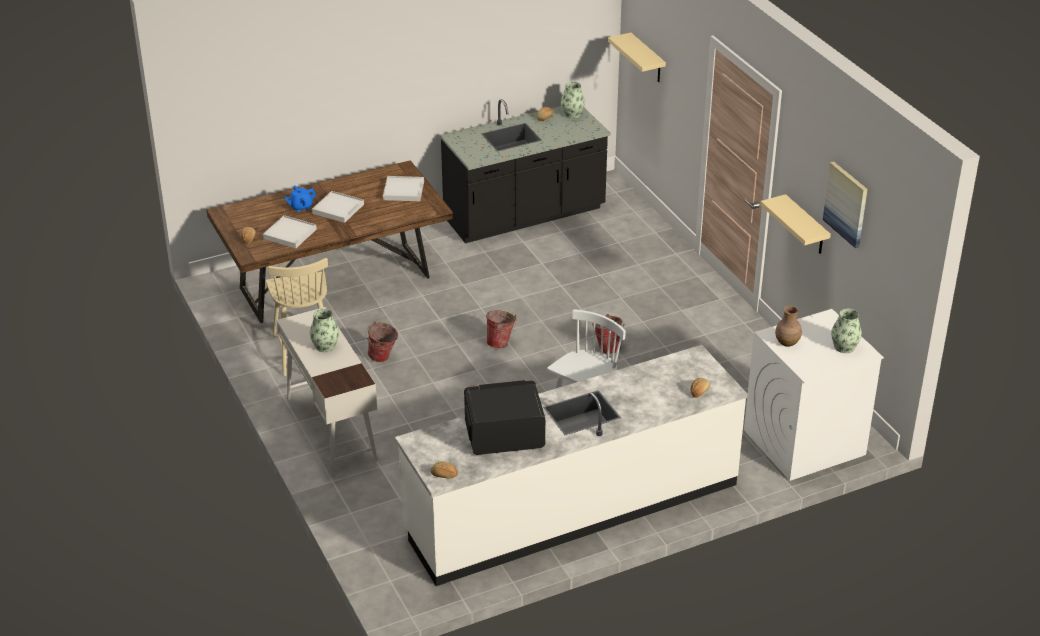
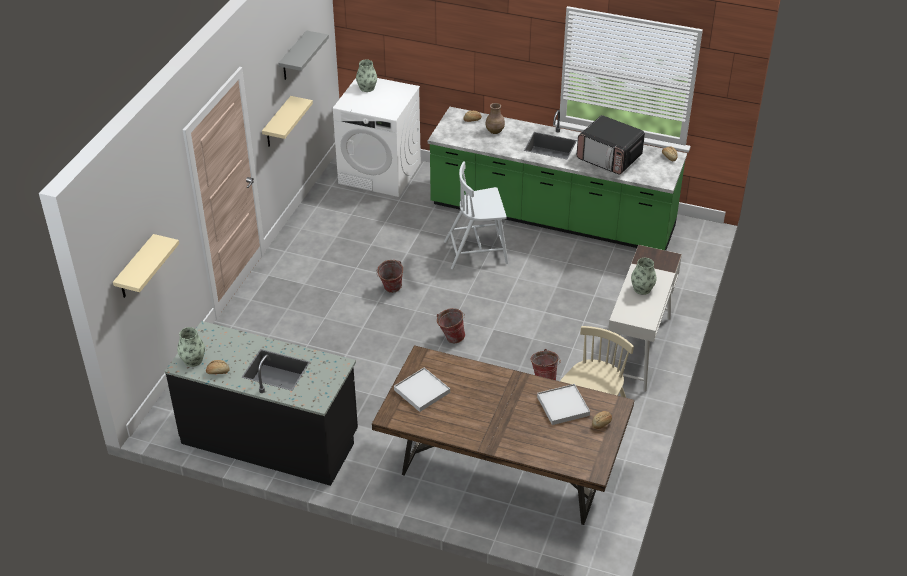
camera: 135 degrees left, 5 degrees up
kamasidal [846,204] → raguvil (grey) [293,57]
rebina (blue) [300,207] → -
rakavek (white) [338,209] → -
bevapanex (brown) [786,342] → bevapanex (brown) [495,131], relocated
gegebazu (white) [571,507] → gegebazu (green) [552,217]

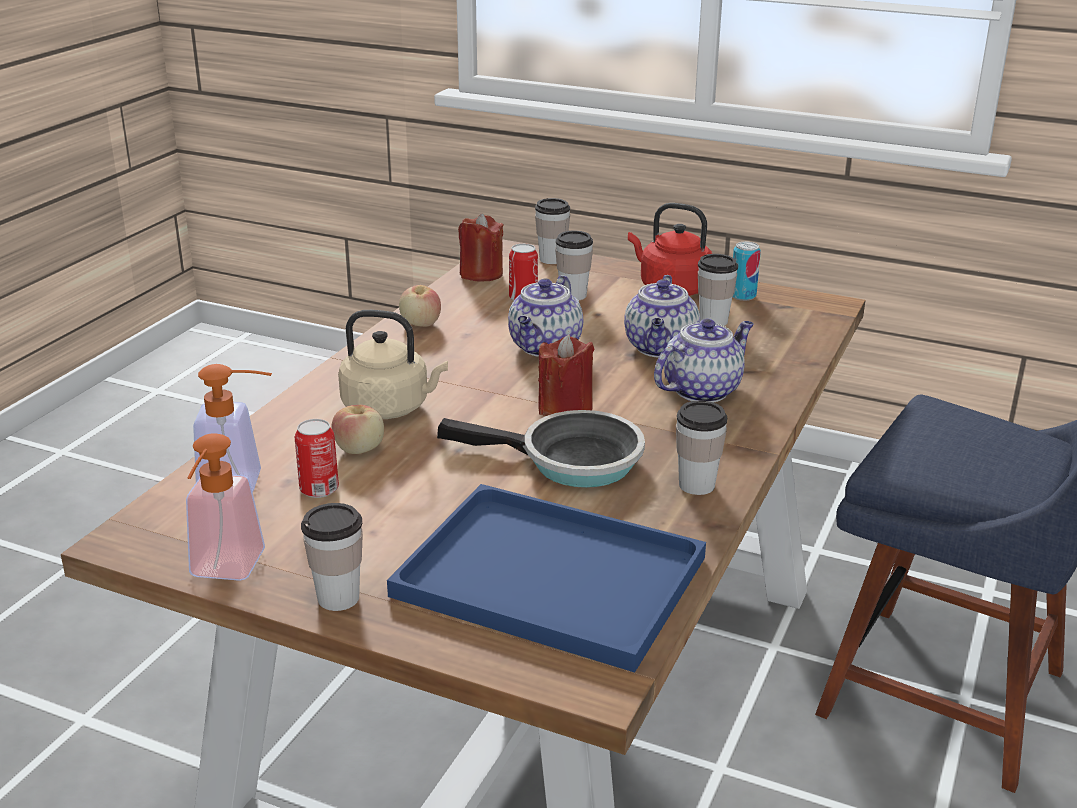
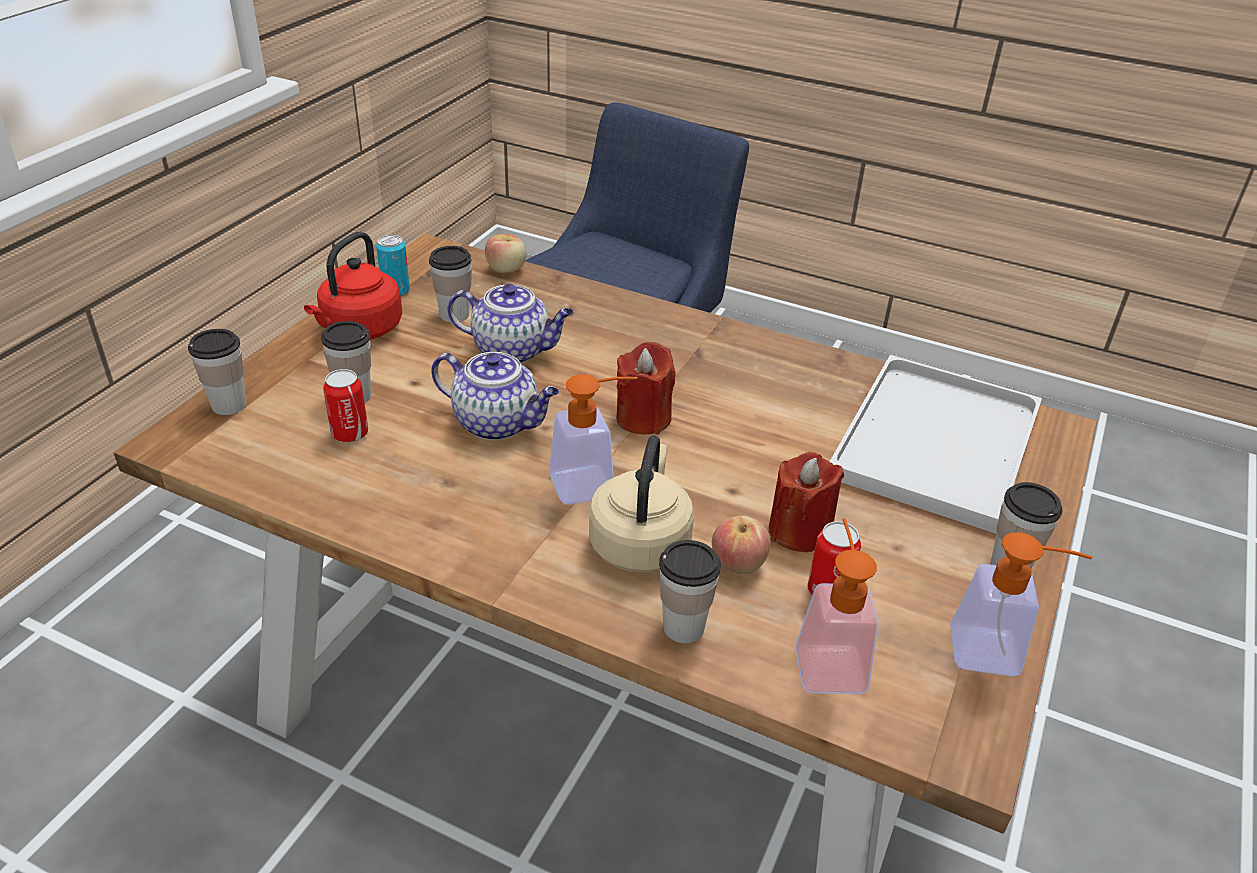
camera: 90 degrees left, 10 degrees up
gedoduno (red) [481,274] → gedoduno (red) [799,531], relocated
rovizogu [420,324] → rovizogu [506,269], relocated
rebina [702,390] → -
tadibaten [696,485] → tadibaten [683,627], relocated
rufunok [571,461] → -
rakavek (blue) [543,577] → rakavek (white) [938,445]
- → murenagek [593,483]

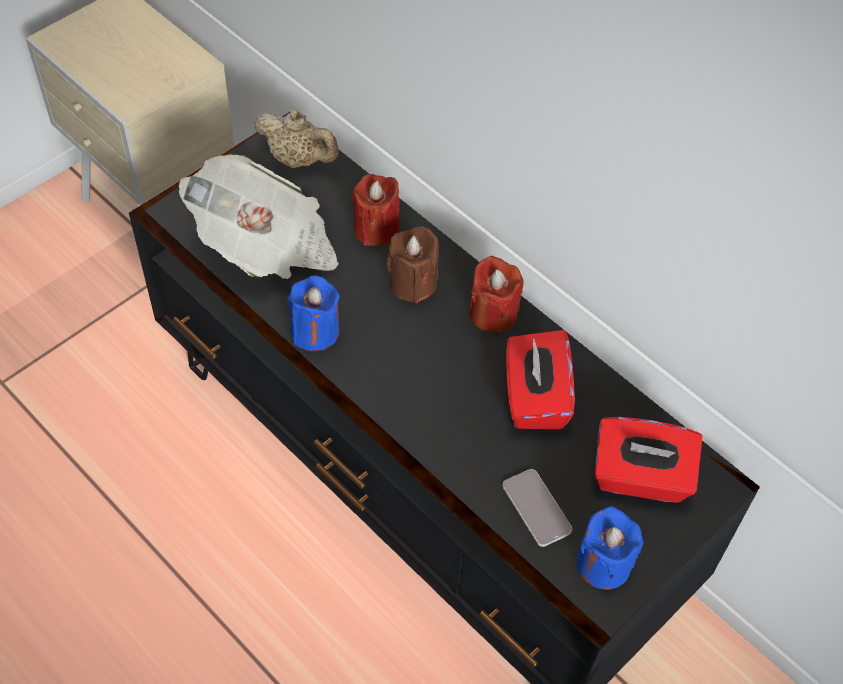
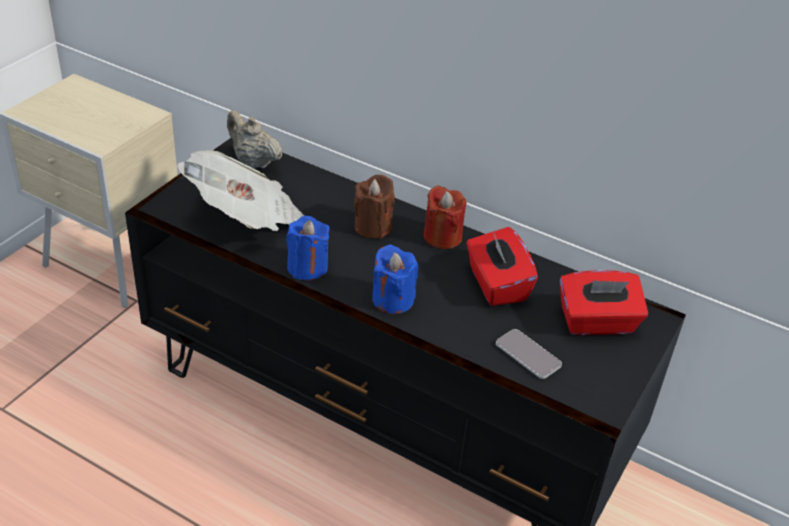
camera: 15 degrees left, 15 degrees down
rebina (beige) [298,159] → rebina (beige) [253,162], 150 degrees counterclockwise
gedoduno (red) [376,229] → -
gedoduno (blue) [603,564] → gedoduno (blue) [392,300], relocated

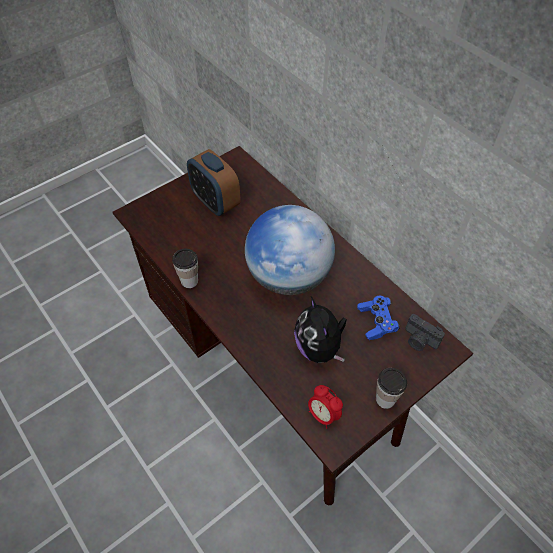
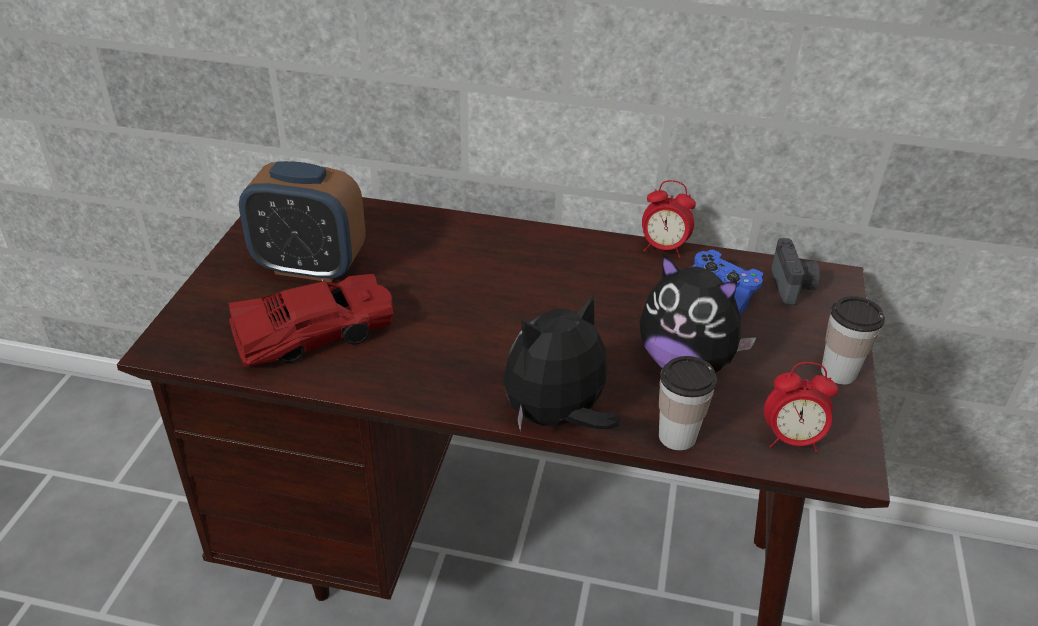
camera: 40 degrees left, 15 degrees down
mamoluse [289,276] → -
tadibaten [189,281] → tadibaten [677,436], relocated
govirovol [419,341] → govirovol [792,287], 90 degrees counterclockwise
- → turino [663,249]
- → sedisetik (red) [315,334]
- → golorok [556,418]

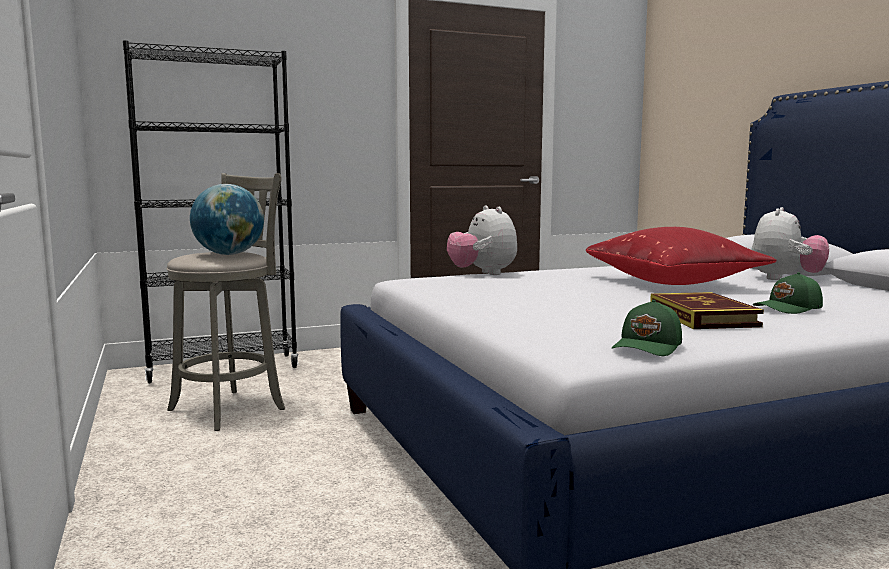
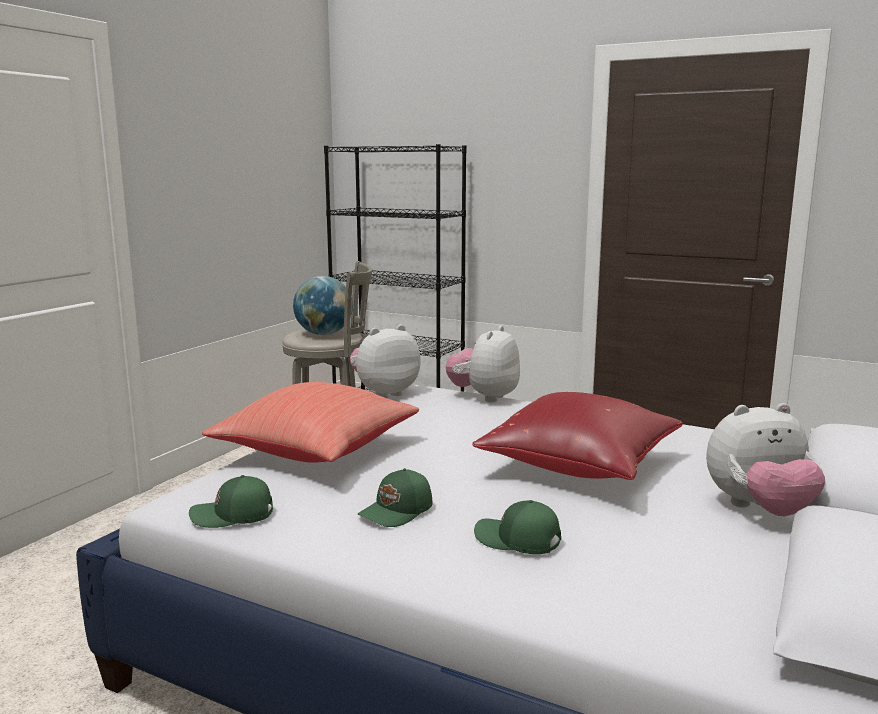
camera: 50 degrees right, 5 degrees up
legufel [702,317] → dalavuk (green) [397,511]
- → golorok [384,393]
- → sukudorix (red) [318,452]

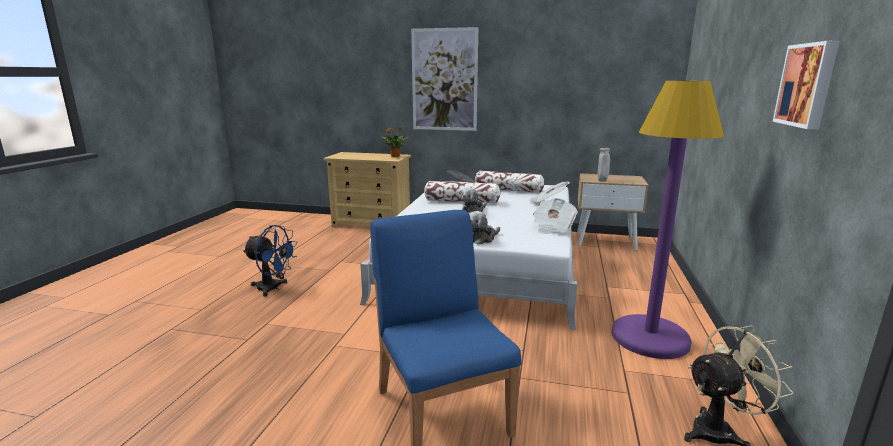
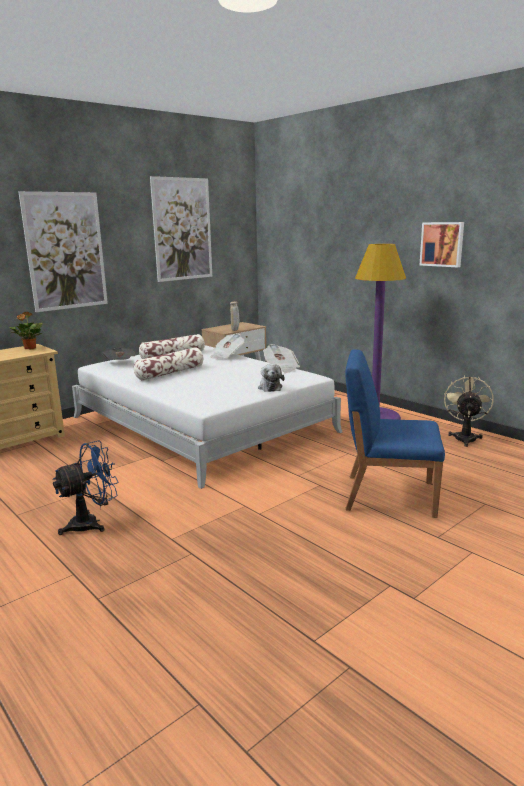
camera: 55 degrees left, 0 degrees up
golorok [473,211] → -
- → kamasidal [182,229]

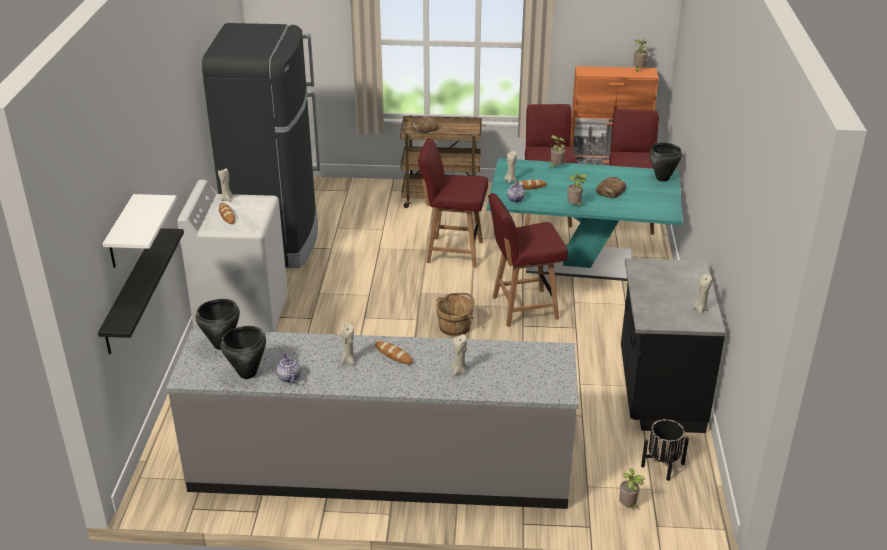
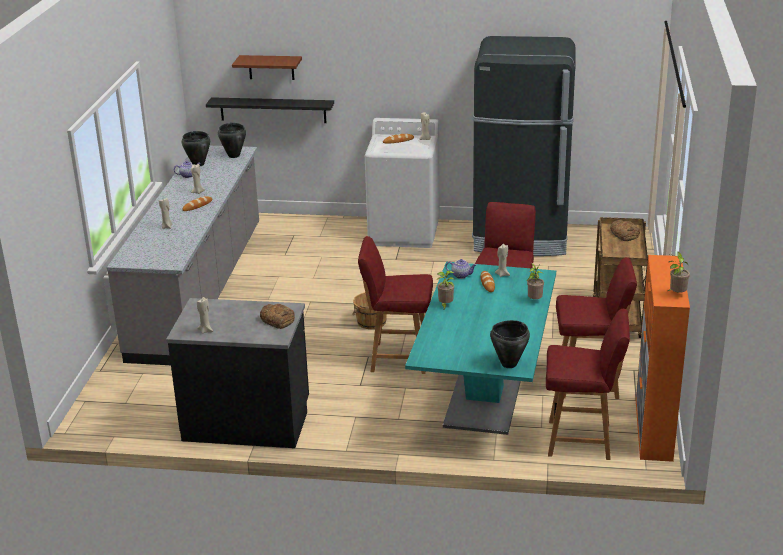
camera: 95 degrees right, 5 degrees down
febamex [611,191] → febamex [277,319], relocated
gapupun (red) [523,308] → gapupun (red) [398,358], 75 degrees counterclockwise
raguvil (white) [121,233] → raguvil (brown) [271,67]
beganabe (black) [662,464] → -
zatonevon [628,506] → -

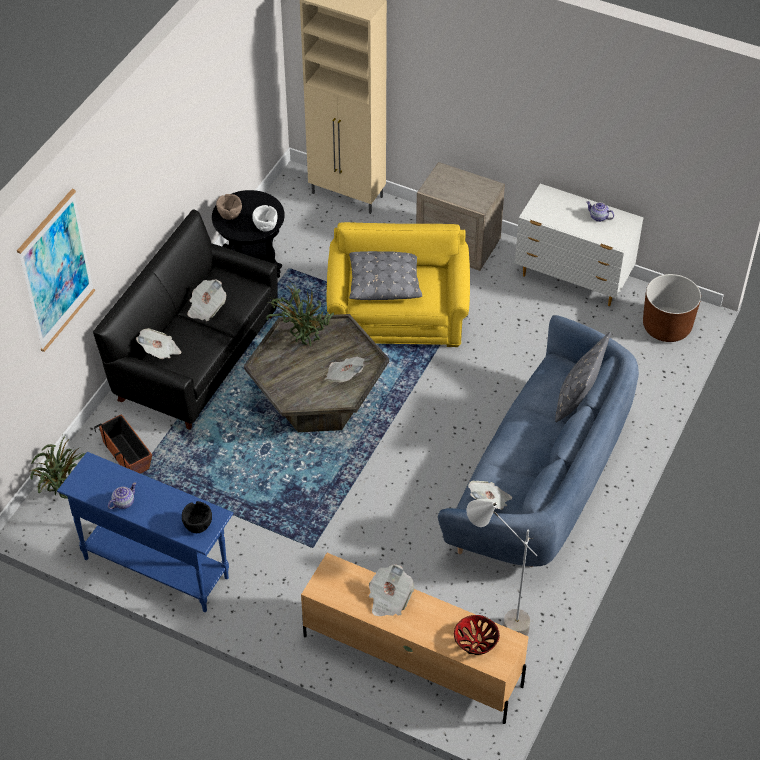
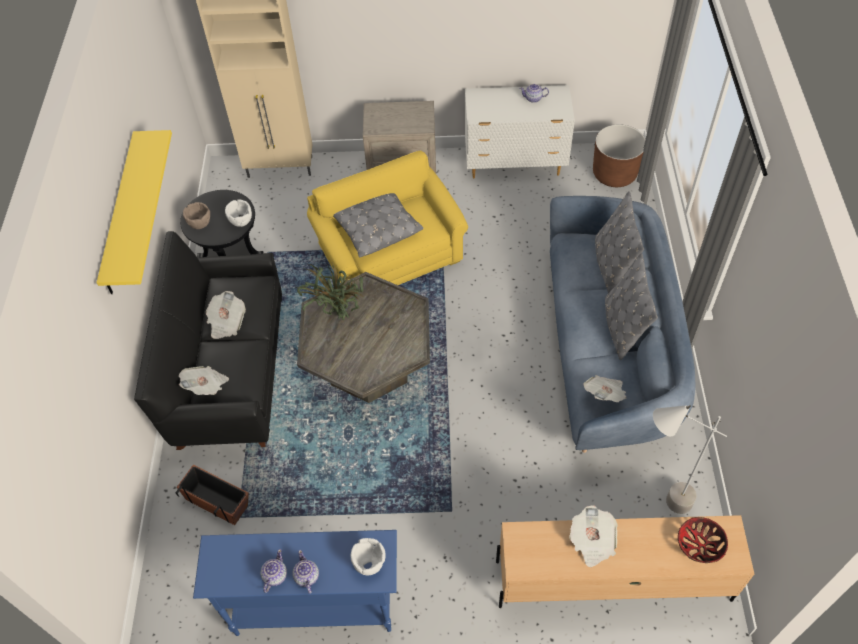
camera: 25 degrees left, 5 degrees up
kamasidal [56,271] → -
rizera [344,376] → -
zatonevon [63,496] → -
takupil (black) [198,525] → takupil (white) [369,563]
- → raguvil (yellow) [121,214]
- → sukudorix (grey) [622,327]
- → rebina [306,577]

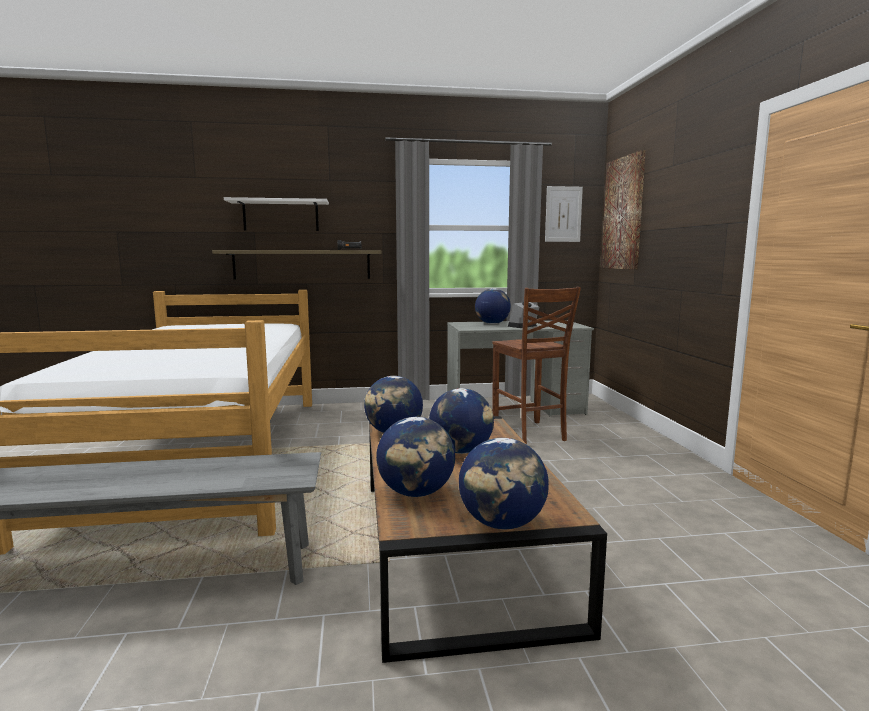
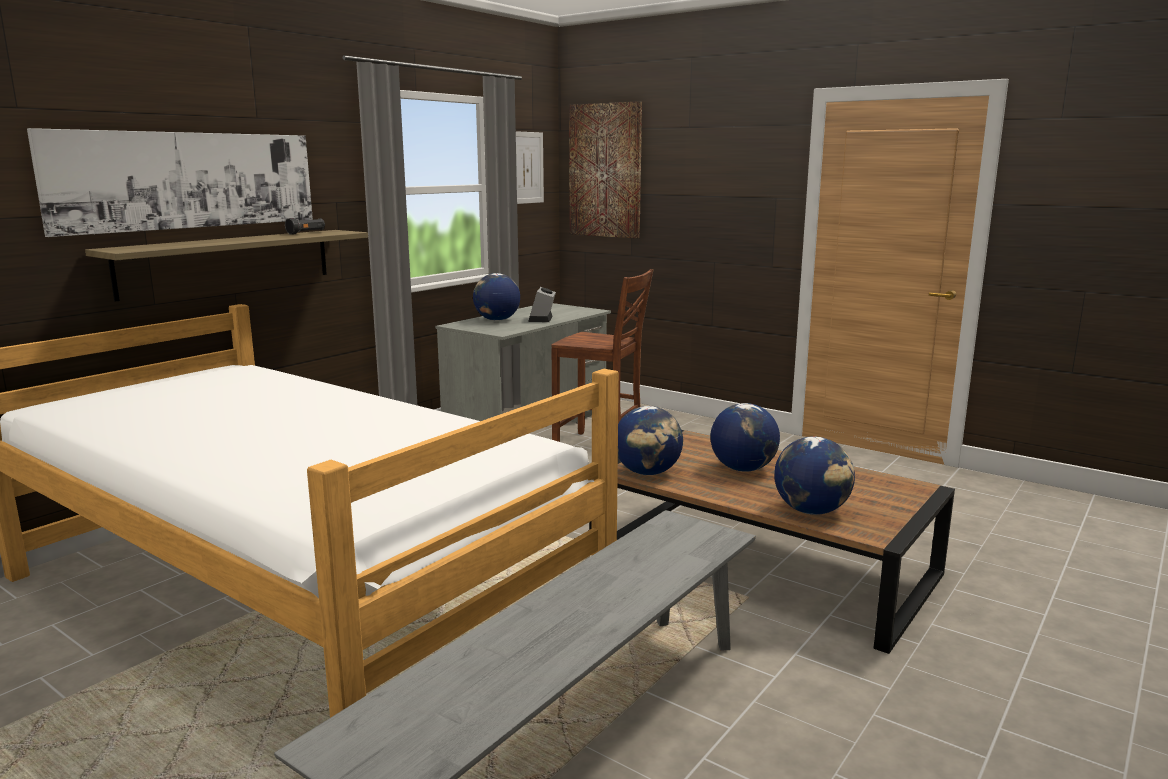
camera: 45 degrees left, 5 degrees up
raguvil (white) [281,216] → kamasidal [187,180]
mamoluse [502,524] → -

